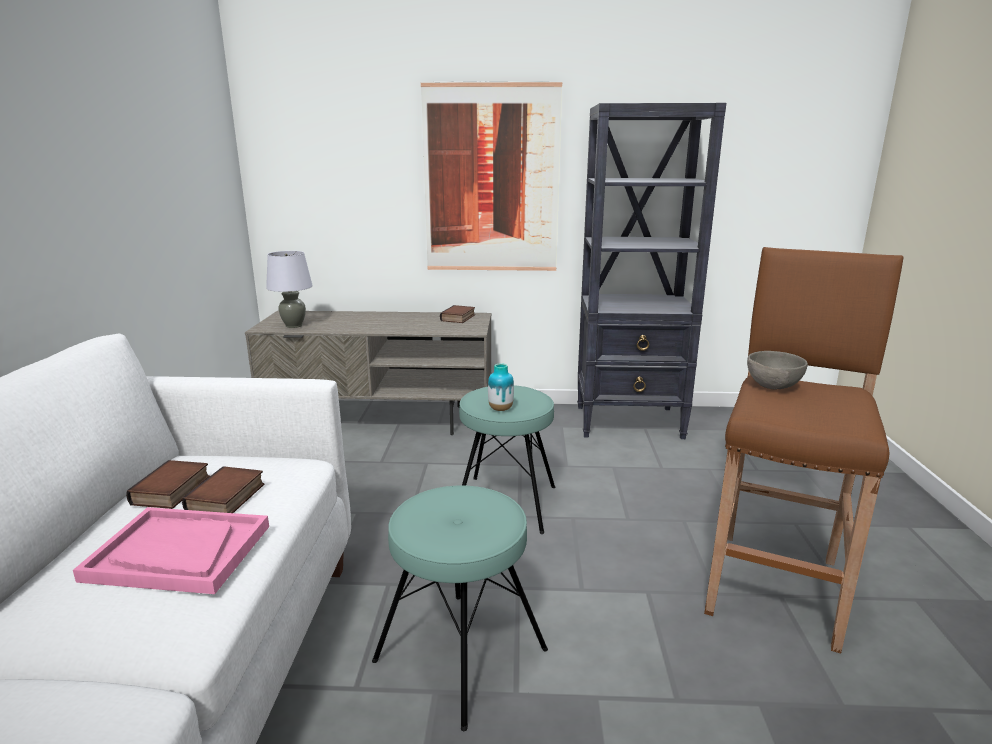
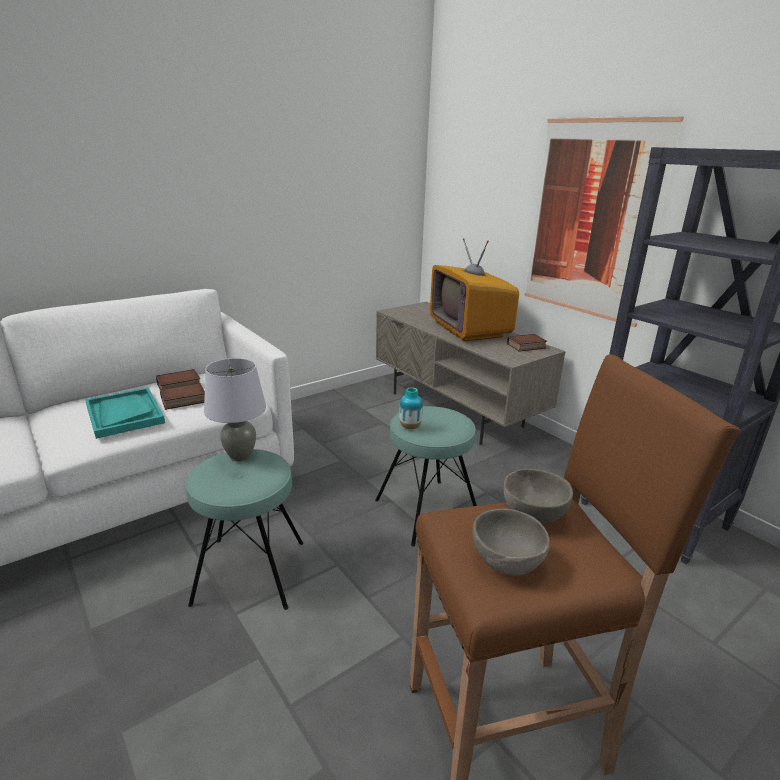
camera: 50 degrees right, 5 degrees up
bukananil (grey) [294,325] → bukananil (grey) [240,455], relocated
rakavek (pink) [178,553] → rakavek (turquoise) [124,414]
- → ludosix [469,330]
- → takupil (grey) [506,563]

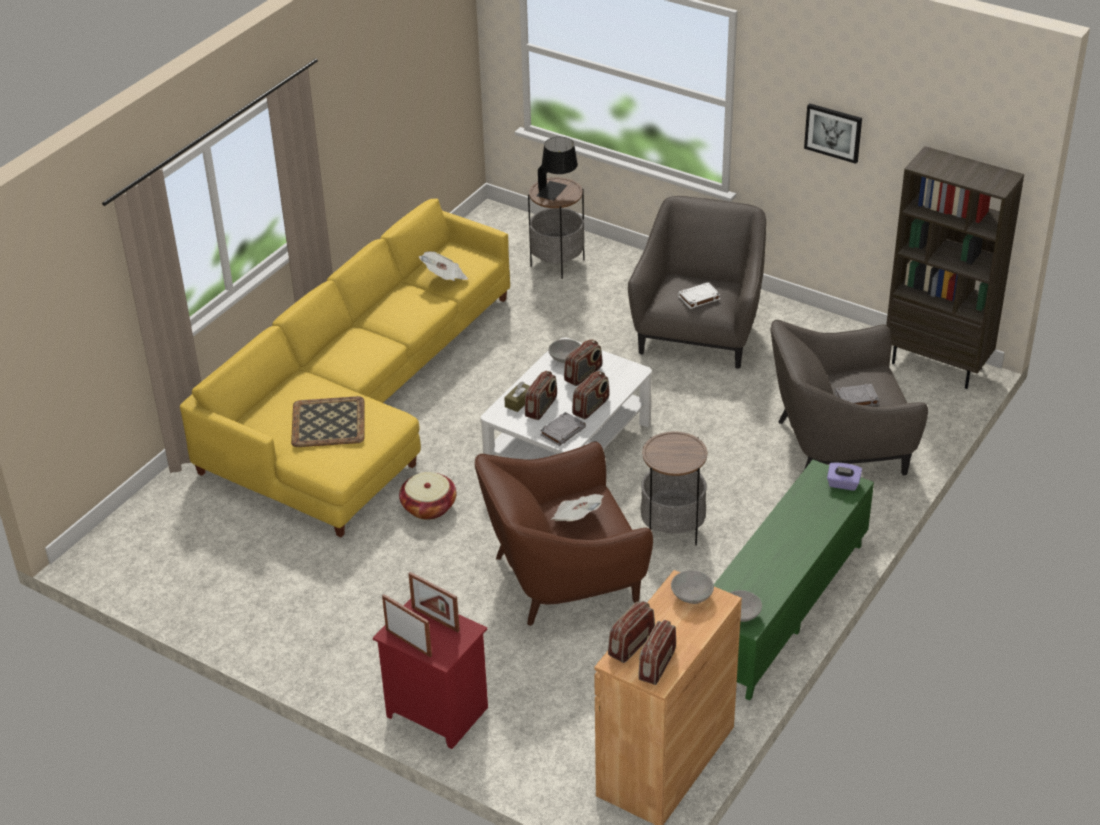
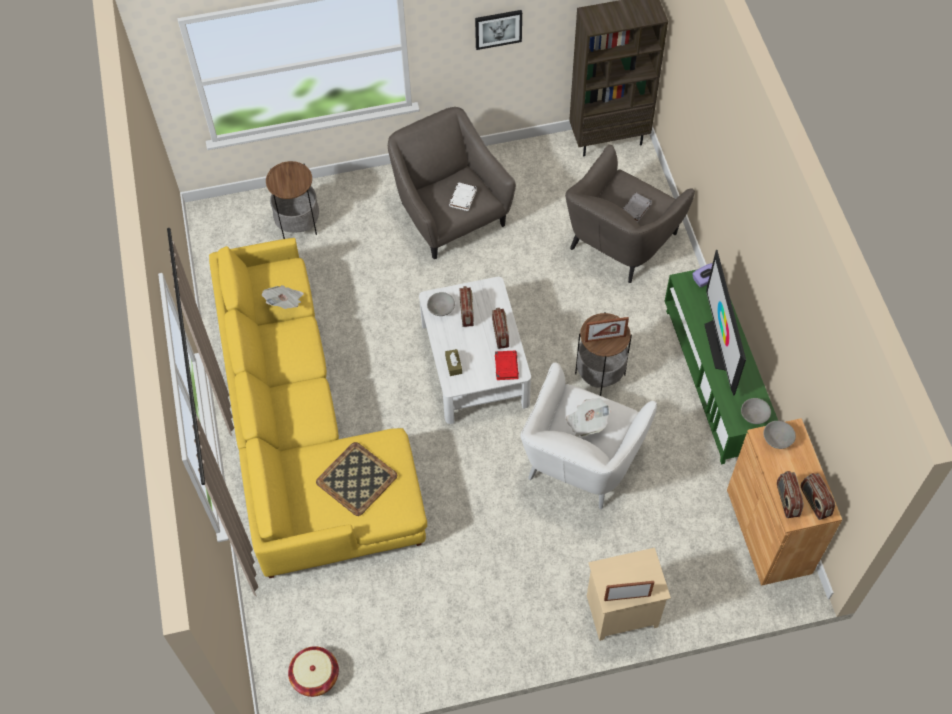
camera: 45 degrees left, 20 degrees up
bukananil (black) [558,192] → -
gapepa [541,407] → -
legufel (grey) [563,431] → legufel (red) [506,366]
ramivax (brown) [563,577] → ramivax (white) [580,459]
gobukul [428,507] → gobukul [315,676], relocated
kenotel [435,619] → kenotel [605,338], relocated
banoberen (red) [435,712] → banoberen (beige) [621,613]
- → ludosix [720,345]

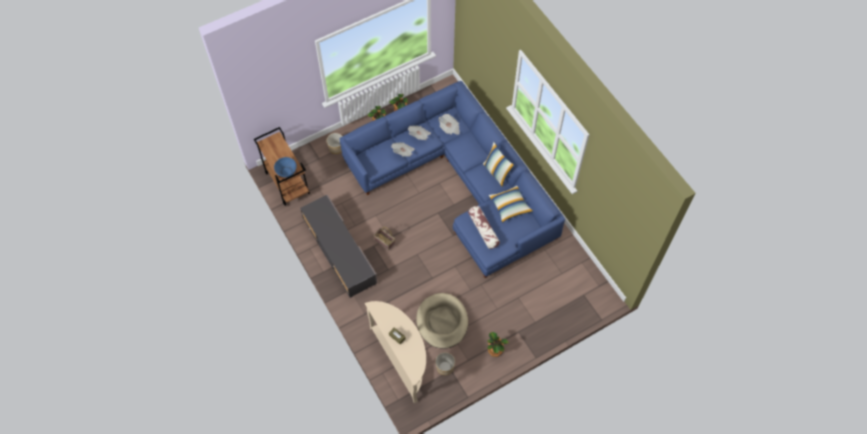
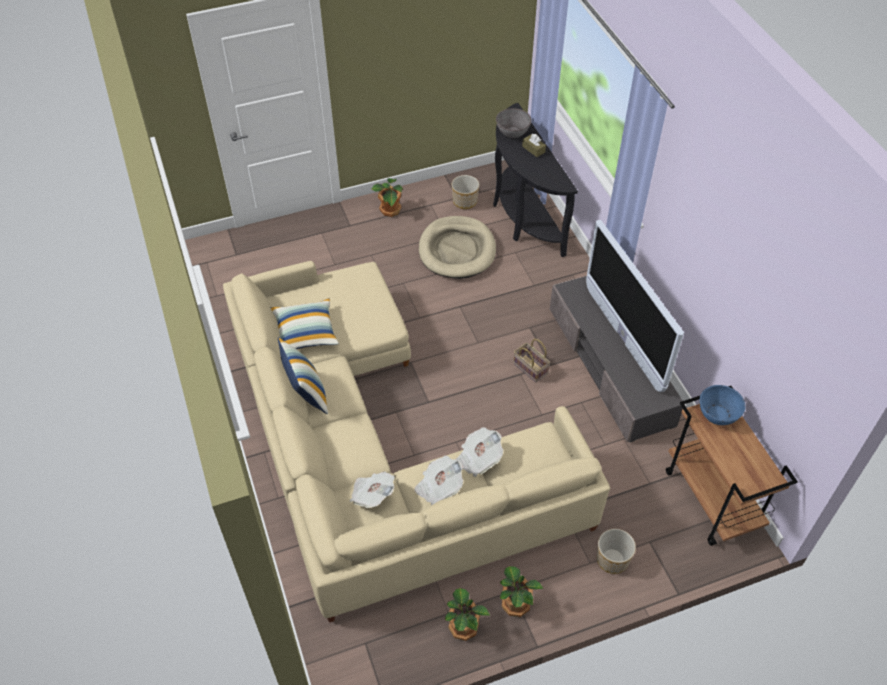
camera: 170 degrees left, 10 degrees down
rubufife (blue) [459,182] → rubufife (beige) [375,449]
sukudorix [483,230] → -
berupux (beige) [402,359] → berupux (black) [522,217]
- → takupil (grey) [512,132]
- → ludosix [623,338]

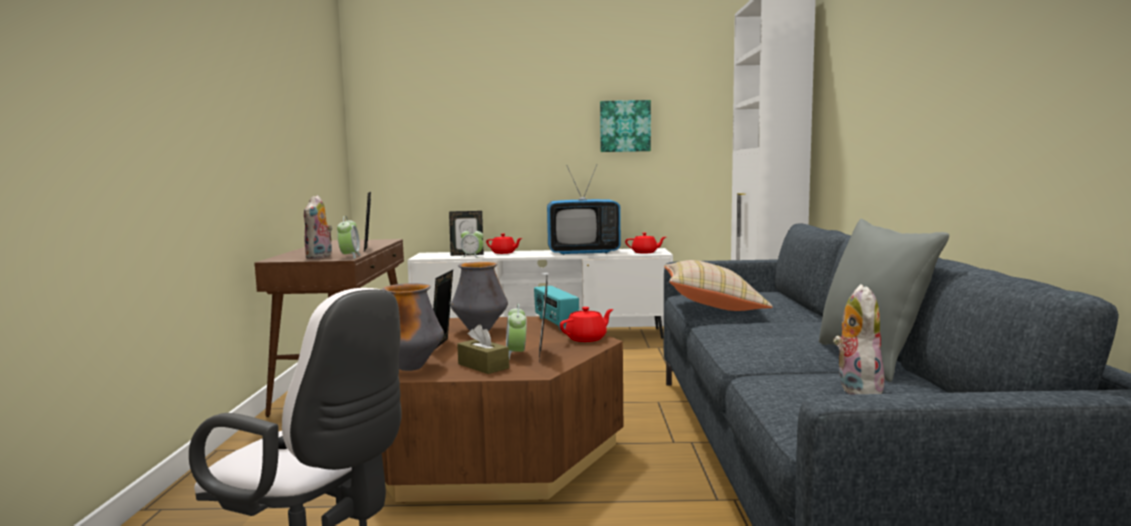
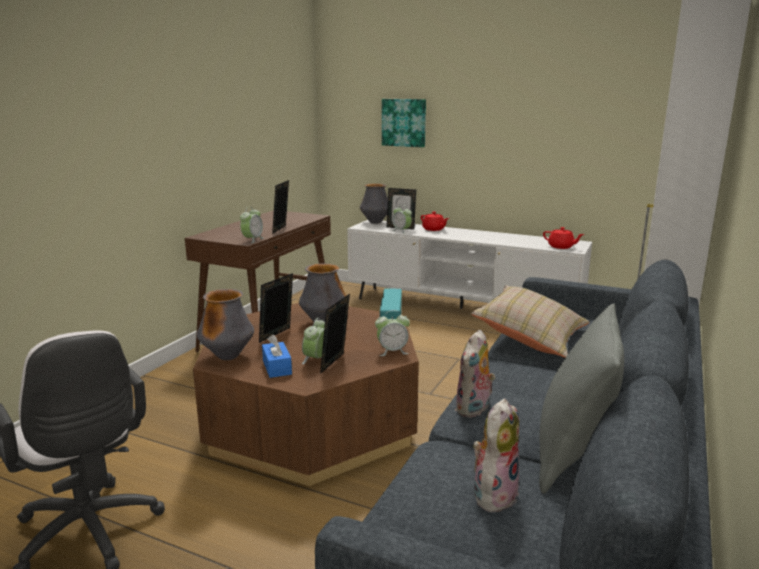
camera: 25 degrees right, 10 degrees up
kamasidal [625,126] → kamasidal [404,122], relocated
ludosix [583,252] → -
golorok [320,257] → golorok [474,409], relocated
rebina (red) [587,338] → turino [392,351]
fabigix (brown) [483,366] → fabigix (blue) [277,367]
- → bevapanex [375,222]

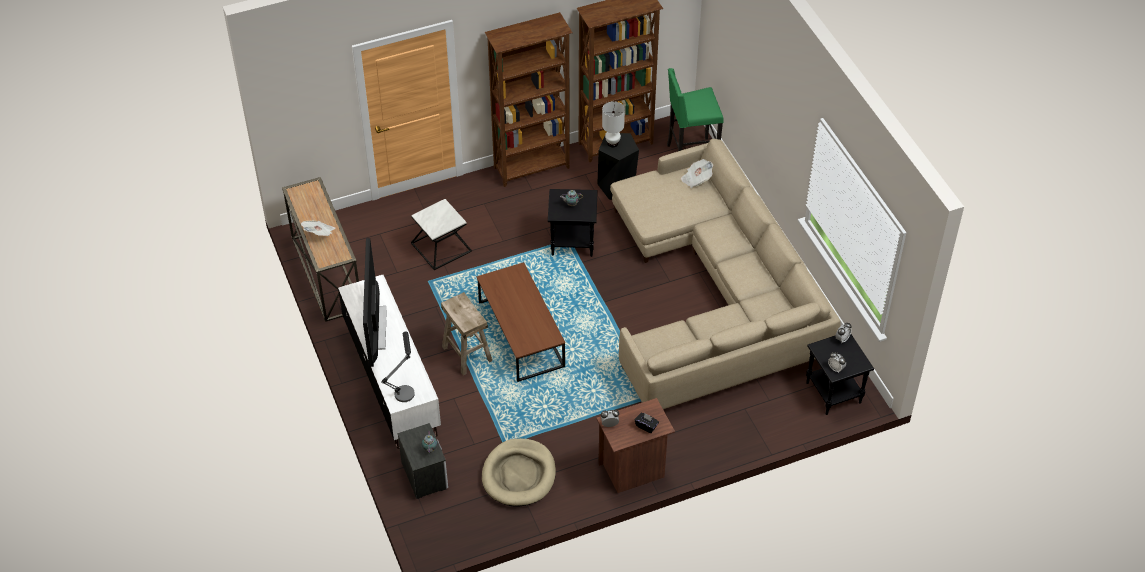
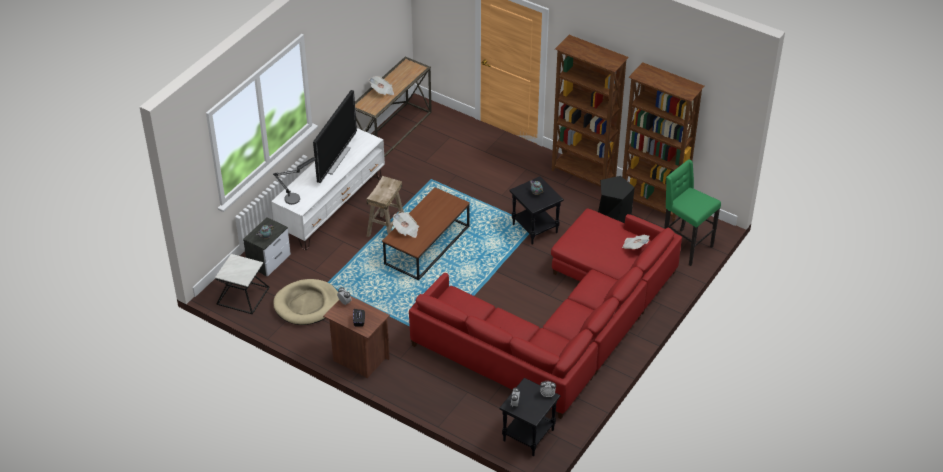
camera: 55 degrees right, 5 degrees down
bukananil (white) [612,143] → -
rubufife (beige) [715,294] → rubufife (red) [560,325]
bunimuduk [441,247] → bunimuduk [243,295], relocated
ludosix [376,328] → ludosix [335,159], 150 degrees clockwise
- → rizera [406,230]

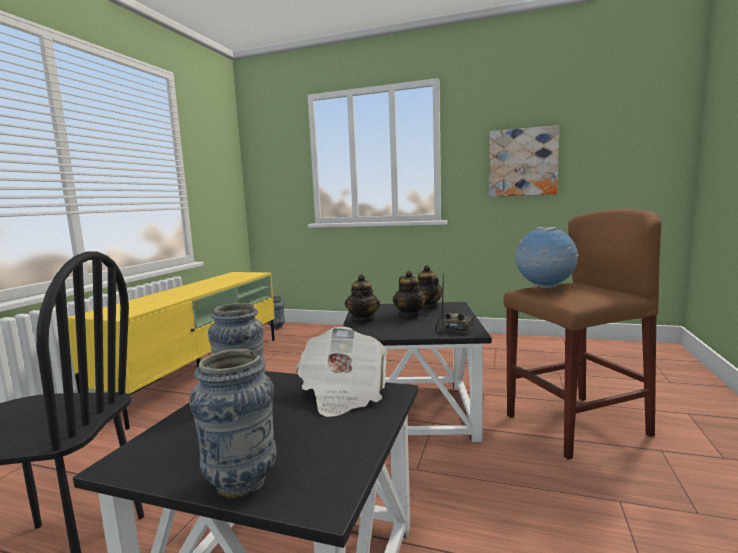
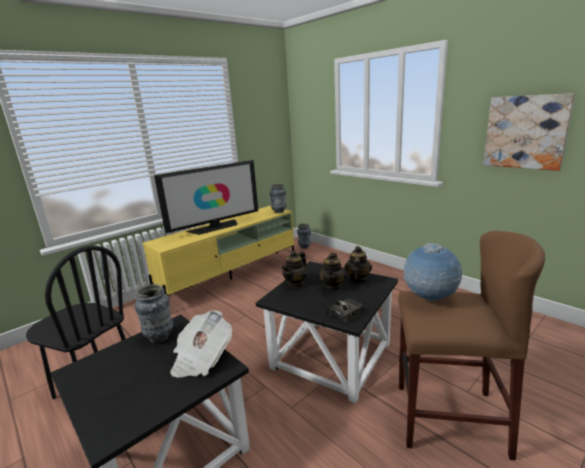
camera: 30 degrees right, 10 degrees up
bevapanex [241,482] → bevapanex [279,211], relocated
- → ludosix [215,227]

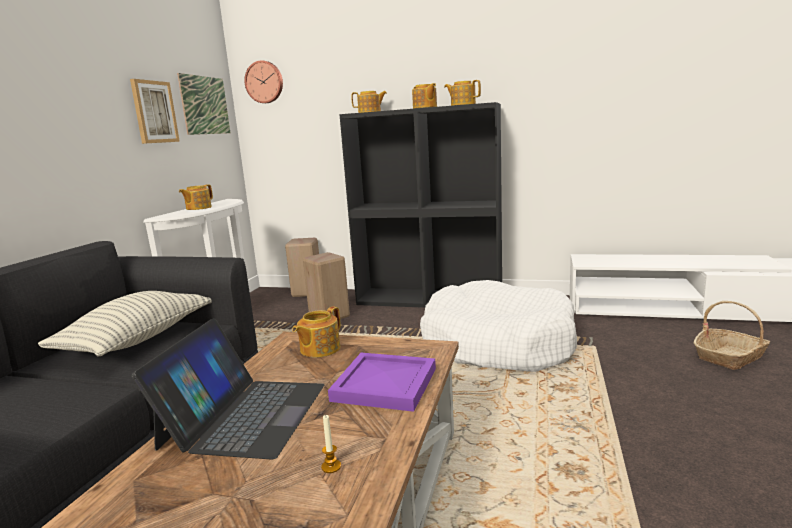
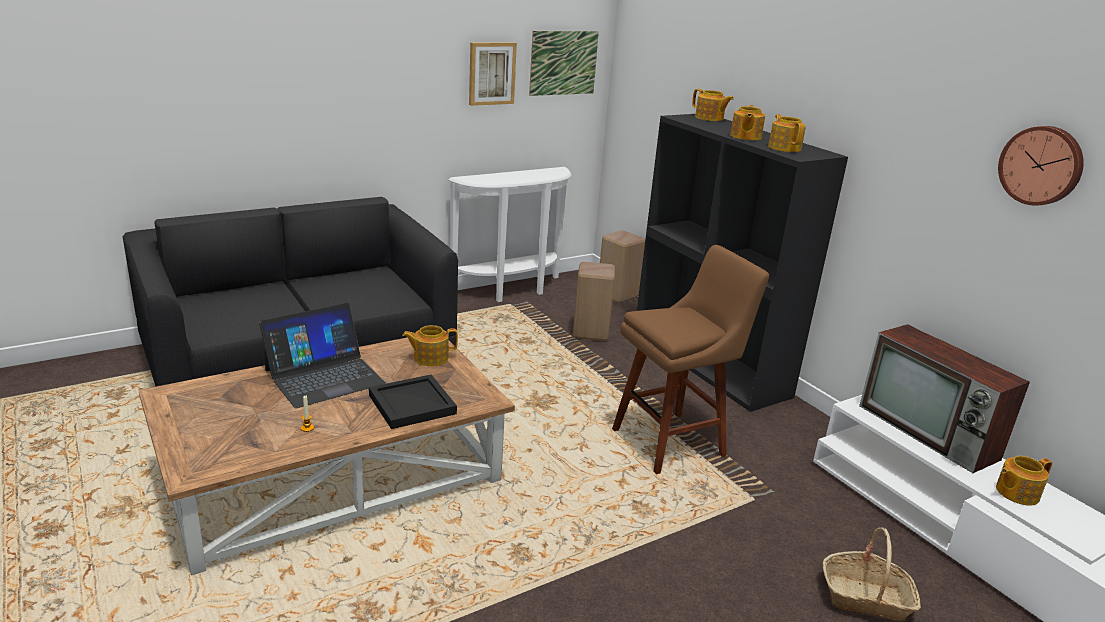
camera: 40 degrees right, 10 degrees up
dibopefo [264,82] → dibopefo [1041,165], relocated
rebina [198,208] → rebina [1016,492], relocated
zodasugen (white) [497,344] → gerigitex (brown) [673,441]
sukudorix [137,340] → -
rakavek (purple) [386,384] → rakavek (black) [413,405]
- → ludosix [929,433]

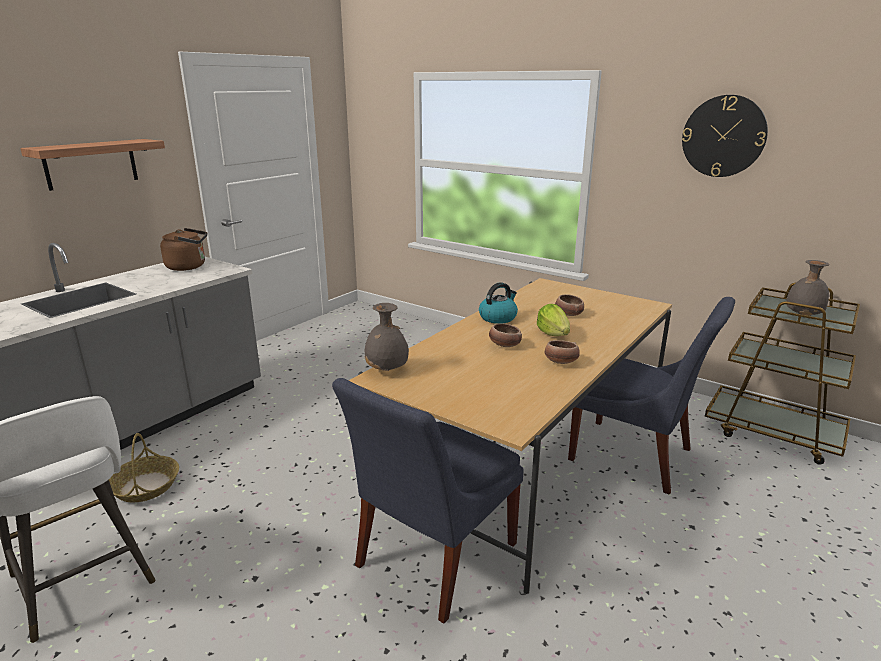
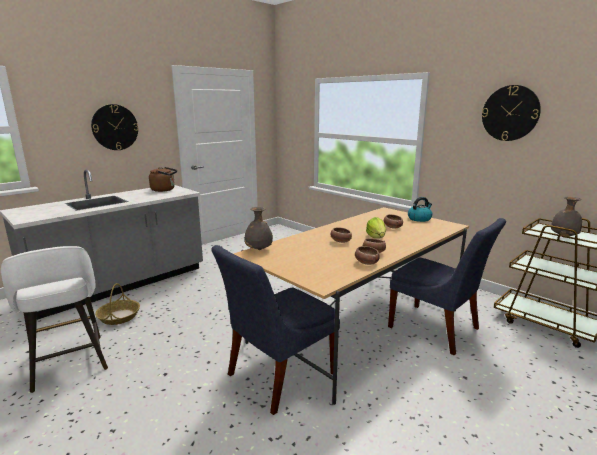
camera: 10 degrees right, 5 degrees down
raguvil [91,164] → dibopefo [115,127]
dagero [498,317] → dagero [419,219], relocated
- → takupil [366,263]

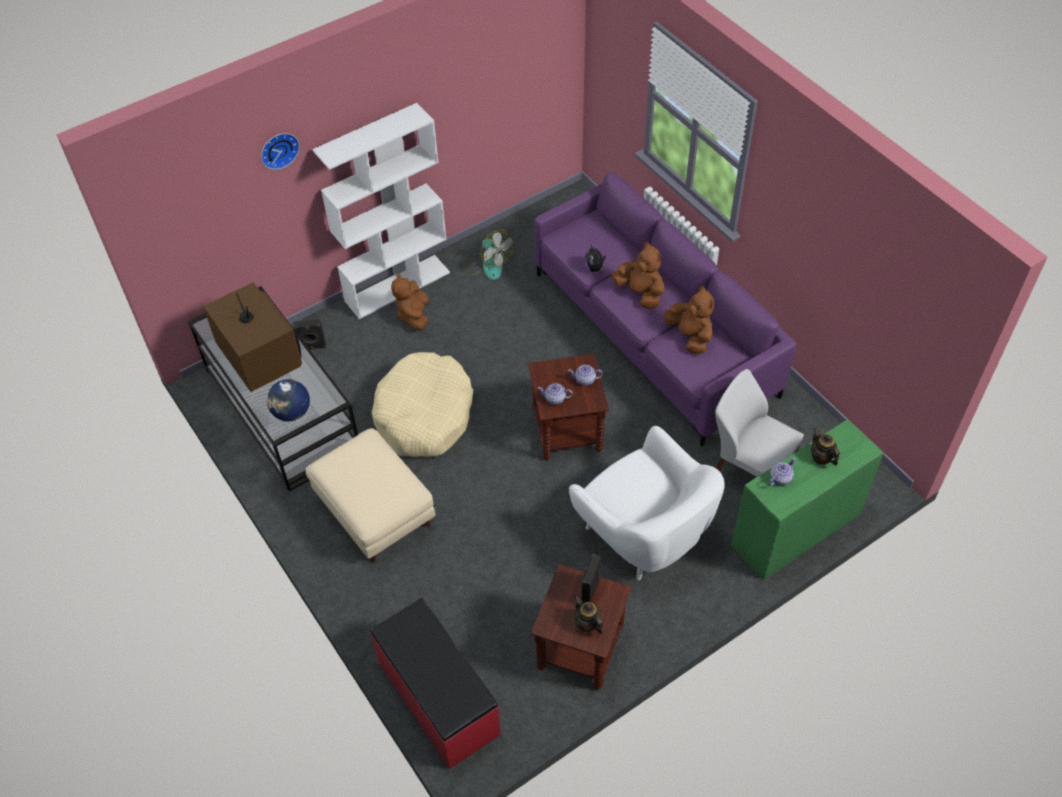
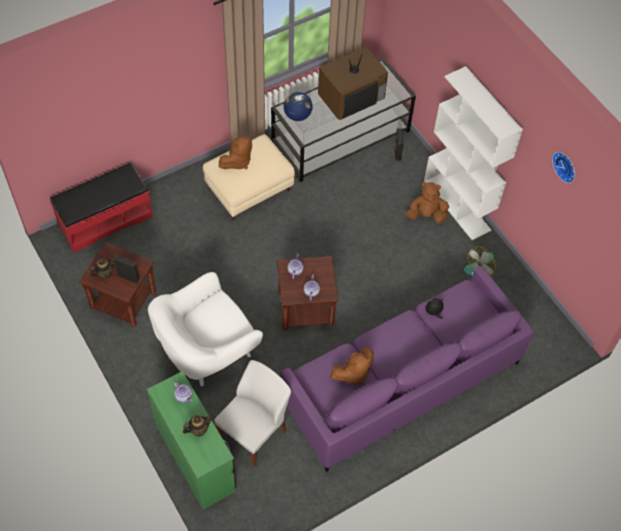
camera: 90 degrees right, 5 degrees up
dibopefo [278,149] → dibopefo [565,166], relocated
golorok (brown) [640,293] → golorok (brown) [237,162], relocated
zodasugen (beige) [424,415] → -

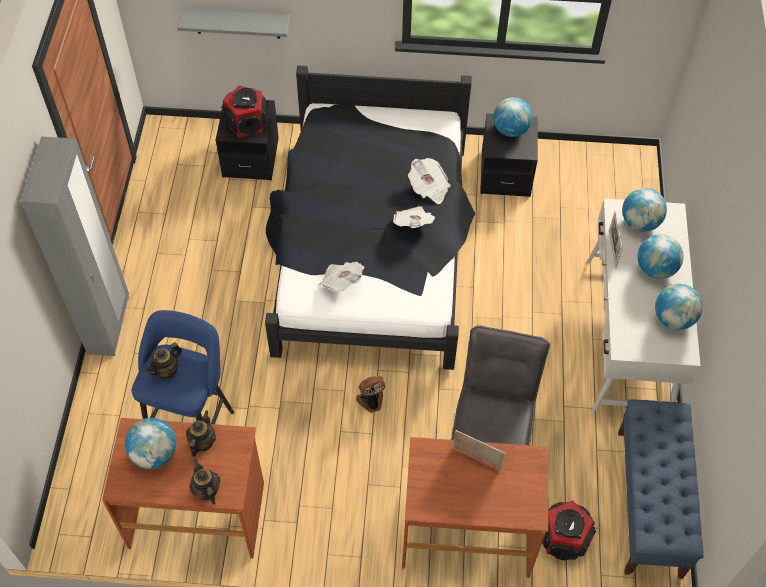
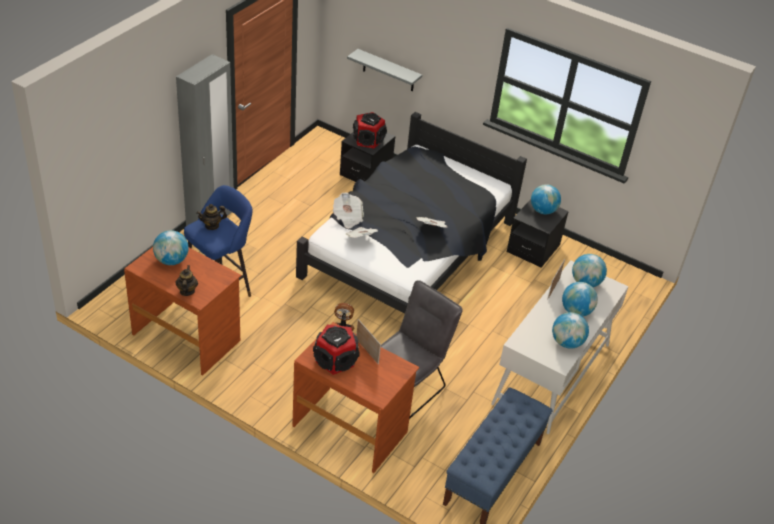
camera: 25 degrees right, 15 degrees down
rizera [429,188] → rizera [348,217], relocated
rebina [202,442] → -
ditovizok [564,537] → ditovizok [336,360], relocated

